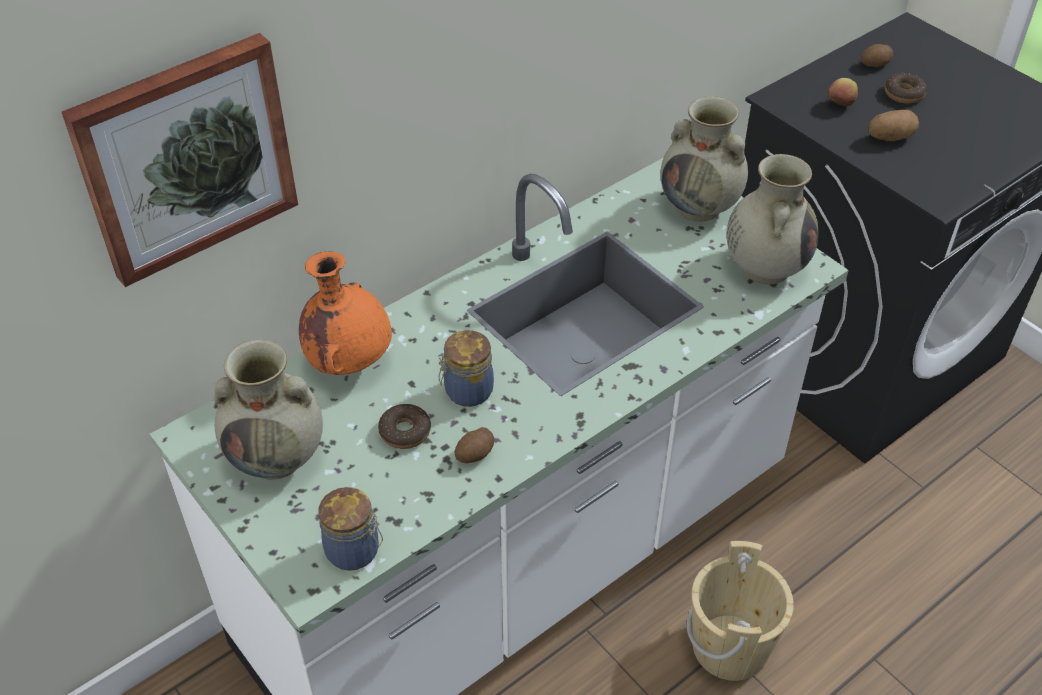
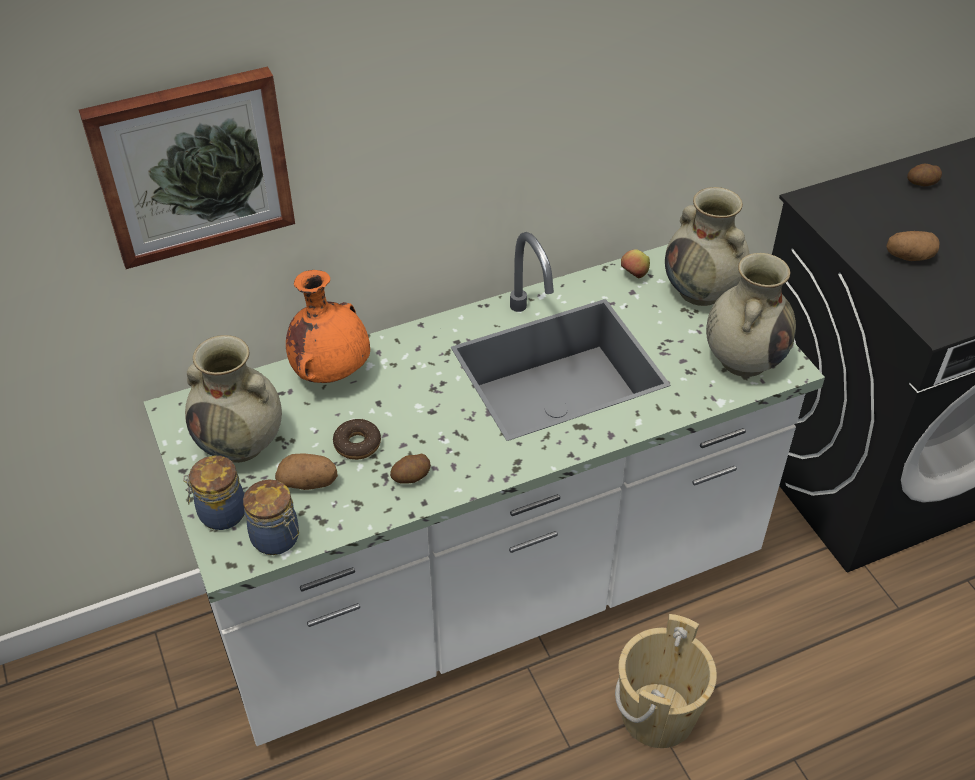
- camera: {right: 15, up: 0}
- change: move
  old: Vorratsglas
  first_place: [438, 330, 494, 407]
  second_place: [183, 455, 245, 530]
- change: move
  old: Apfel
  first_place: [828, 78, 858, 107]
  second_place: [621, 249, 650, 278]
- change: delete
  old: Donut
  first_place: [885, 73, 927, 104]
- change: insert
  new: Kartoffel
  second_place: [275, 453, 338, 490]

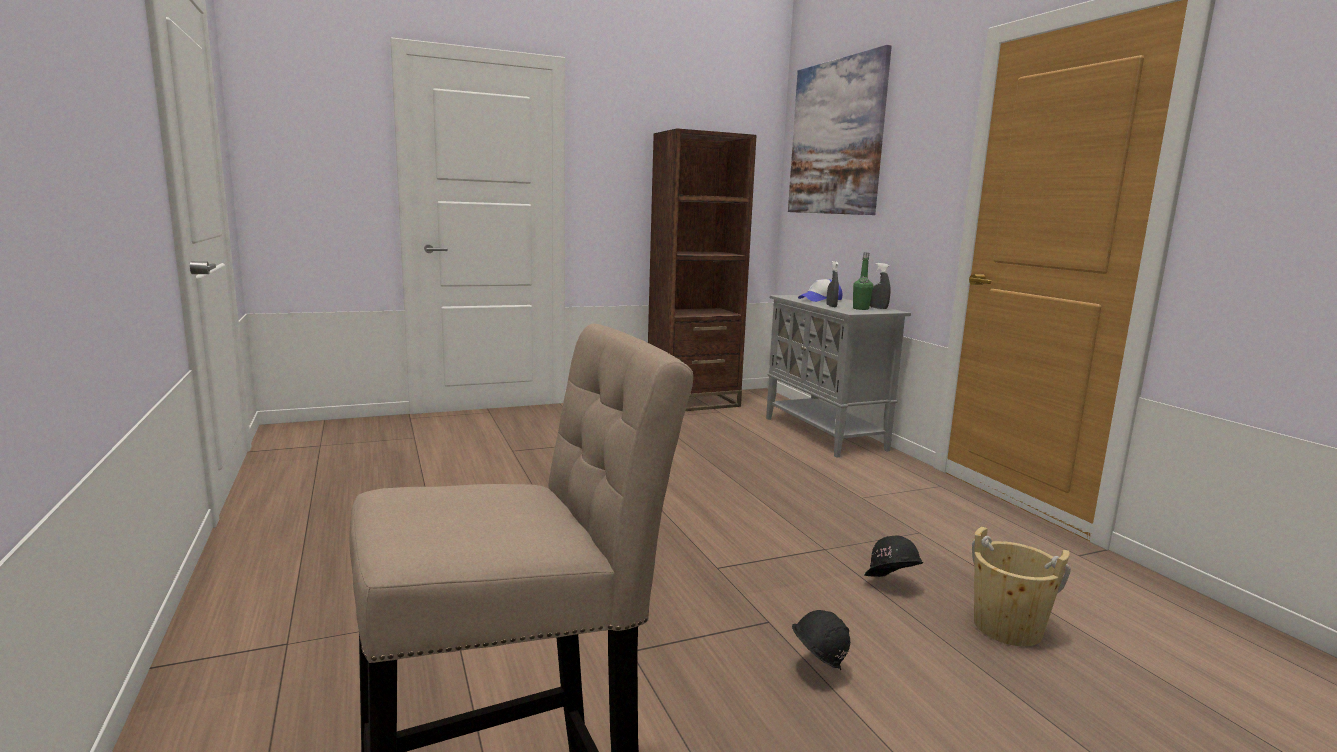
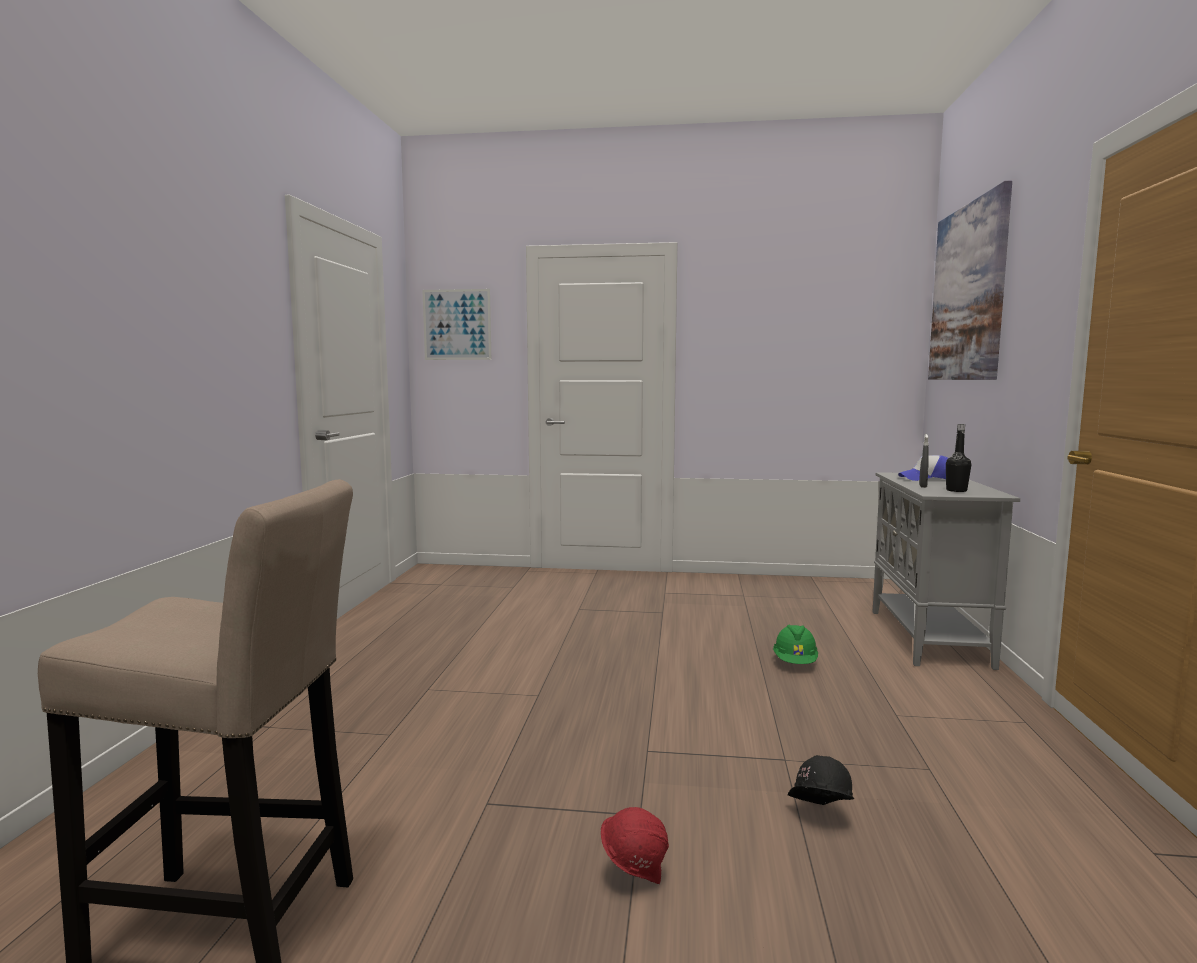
- camera: {right: 30, up: -5}
- change: delete
  old: Bücherregal [braun]
  first_place: [648, 128, 757, 411]
- change: recolor
  old: Schutzhelm [schwarz]
  new: Schutzhelm [rot]
  first_place: [792, 610, 850, 670]
  second_place: [601, 807, 669, 884]
- change: recolor
  old: Flasche [grün]
  new: Flasche [schwarz]
  first_place: [853, 253, 873, 310]
  second_place: [946, 424, 971, 492]
- change: delete
  old: Sprühflasche [grau]
  first_place: [870, 263, 891, 309]
- change: delete
  old: Eimer [beige]
  first_place: [972, 526, 1071, 646]
- change: insert
  new: Bild
  second_place: [422, 289, 491, 360]
- change: insert
  new: Schutzhelm [grün]
  second_place: [773, 625, 818, 664]

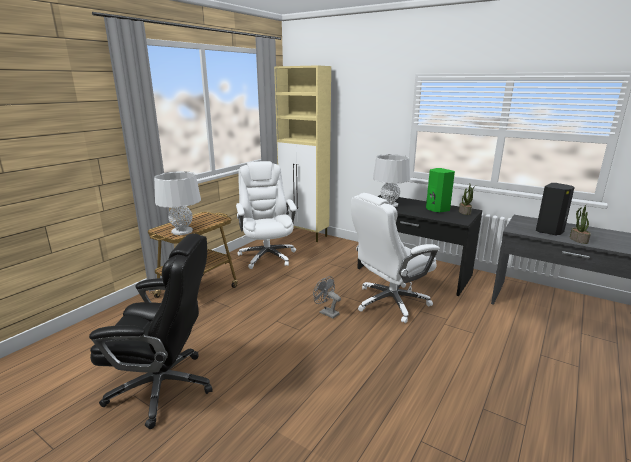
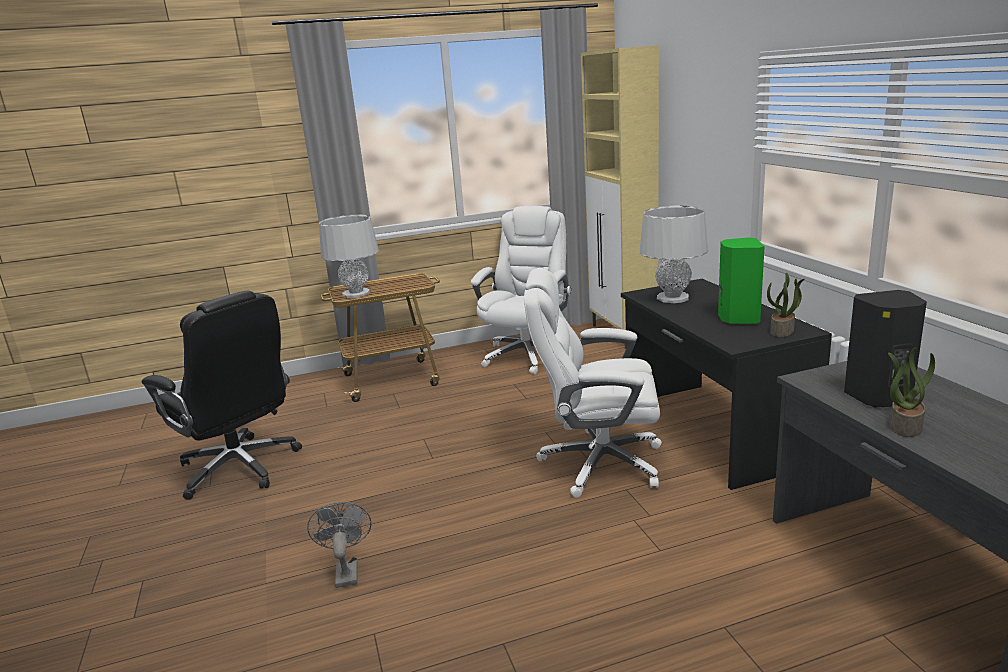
- camera: {right: 40, up: 0}
- change: move
  old: Ventilator [grau]
  first_place: [313, 276, 341, 319]
  second_place: [307, 502, 371, 588]

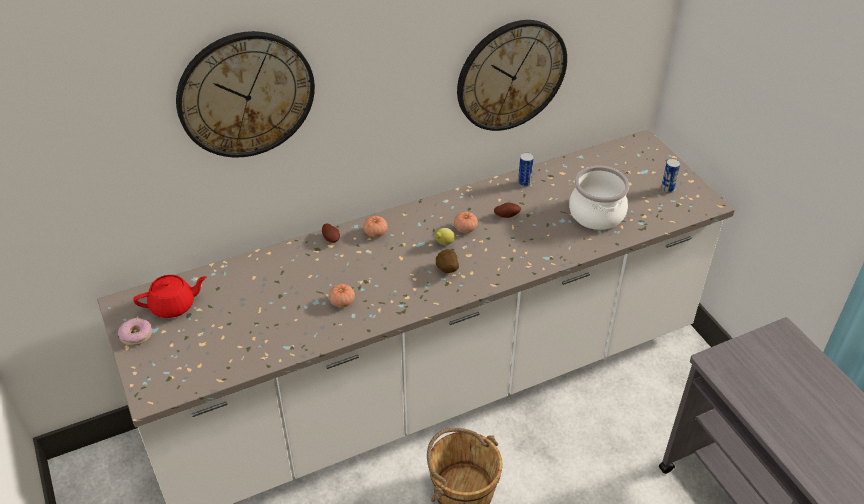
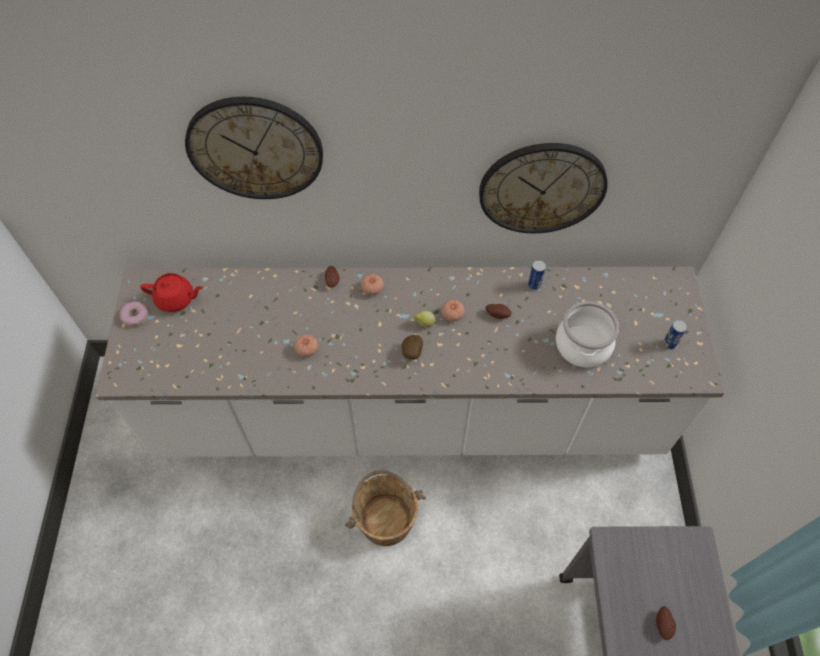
- camera: {right: 25, up: 15}
- change: insert
  new: Kartoffel
  second_place: [656, 606, 676, 640]

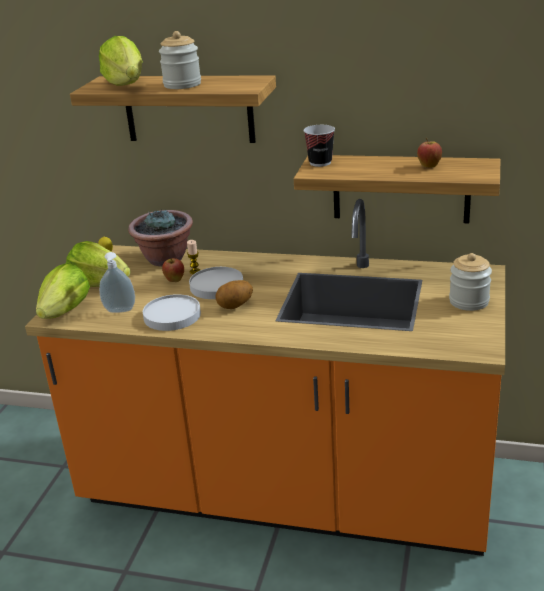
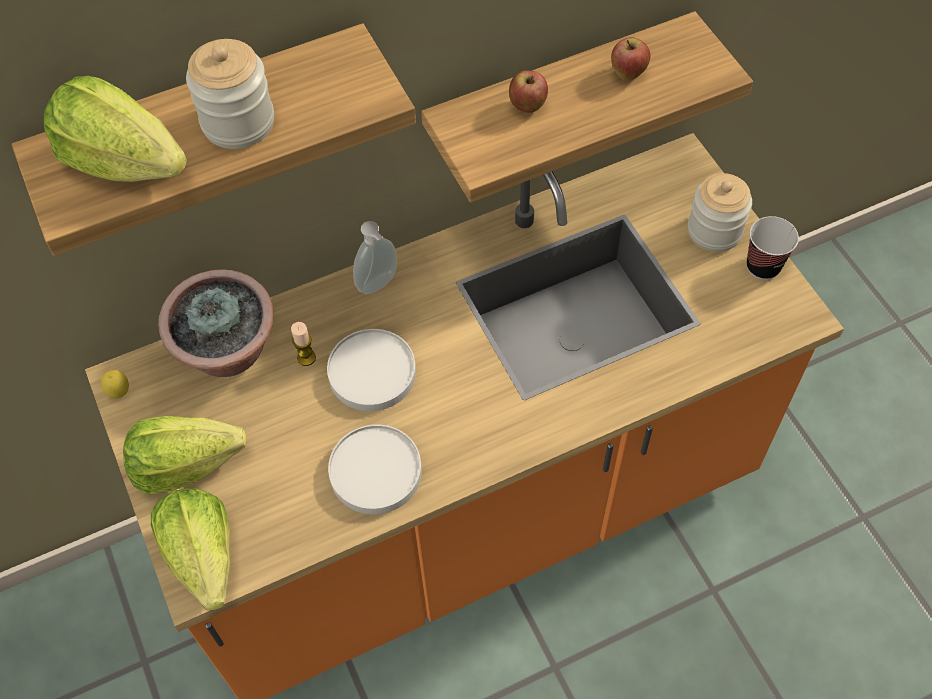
- camera: {right: -40, up: 30}
- change: move
  old: Seifenspender
  first_place: [99, 252, 135, 313]
  second_place: [353, 221, 397, 294]
- change: move
  old: Apfel
  first_place: [162, 258, 184, 282]
  second_place: [509, 71, 548, 113]
- change: delete
  old: Kartoffel
  first_place: [216, 280, 253, 309]
- change: move
  old: Tasse
  first_place: [303, 125, 335, 167]
  second_place: [747, 216, 799, 280]

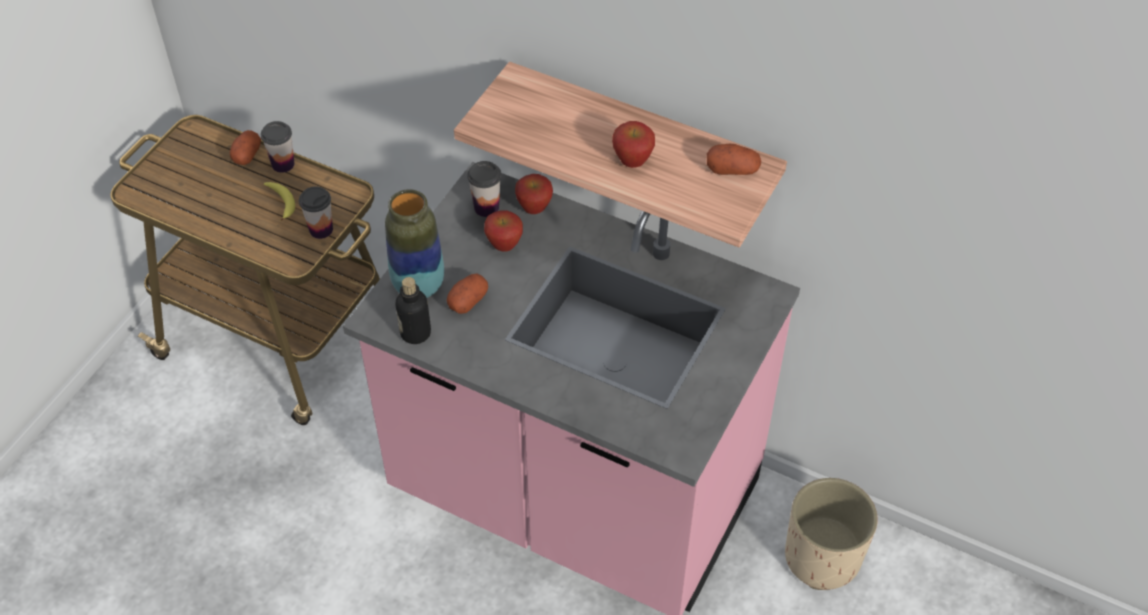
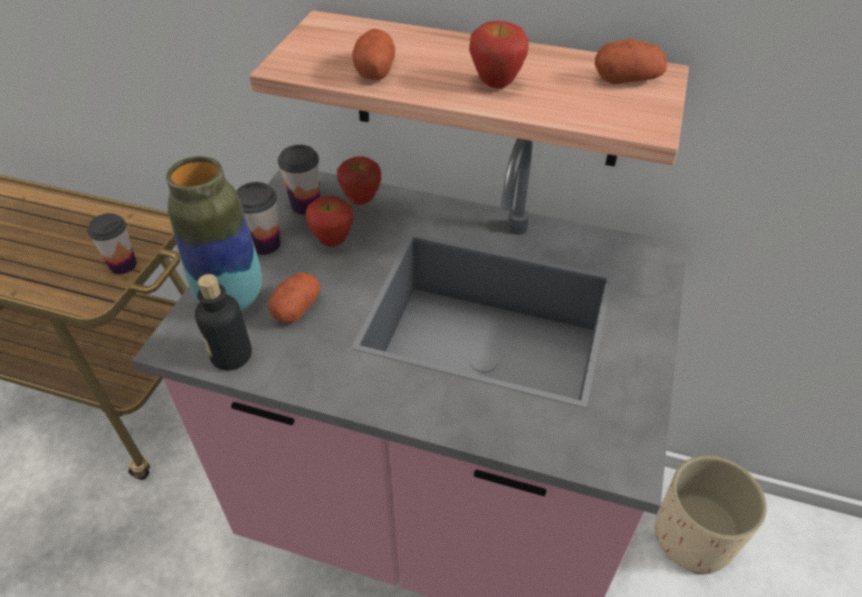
- camera: {right: -10, up: -5}
- change: move
  old: Kartoffel
  first_place: [230, 130, 261, 165]
  second_place: [353, 29, 395, 80]
- change: move
  old: Tasse
  first_place: [261, 121, 295, 173]
  second_place: [236, 182, 281, 255]
- change: delete
  old: Banane
  first_place: [264, 182, 295, 221]

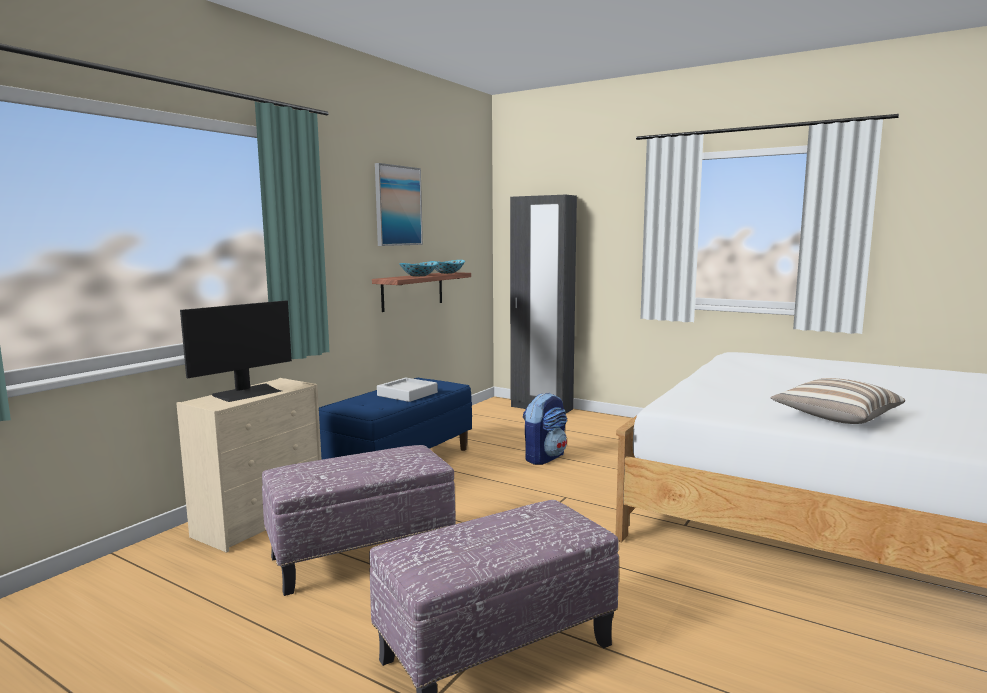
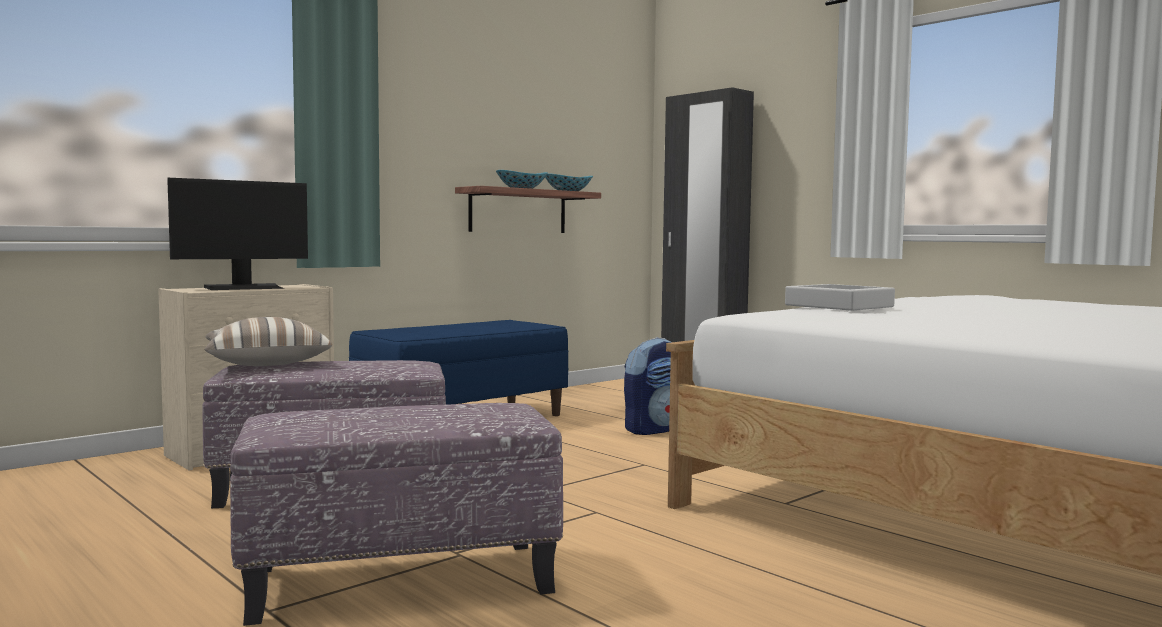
- camera: {right: 15, up: -5}
- change: delete
  old: Bild
  first_place: [375, 163, 423, 246]
- change: move
  old: Tablett [grau]
  first_place: [377, 378, 438, 402]
  second_place: [785, 284, 895, 311]
- change: move
  old: Kissen
  first_place: [770, 378, 905, 424]
  second_place: [205, 317, 332, 366]

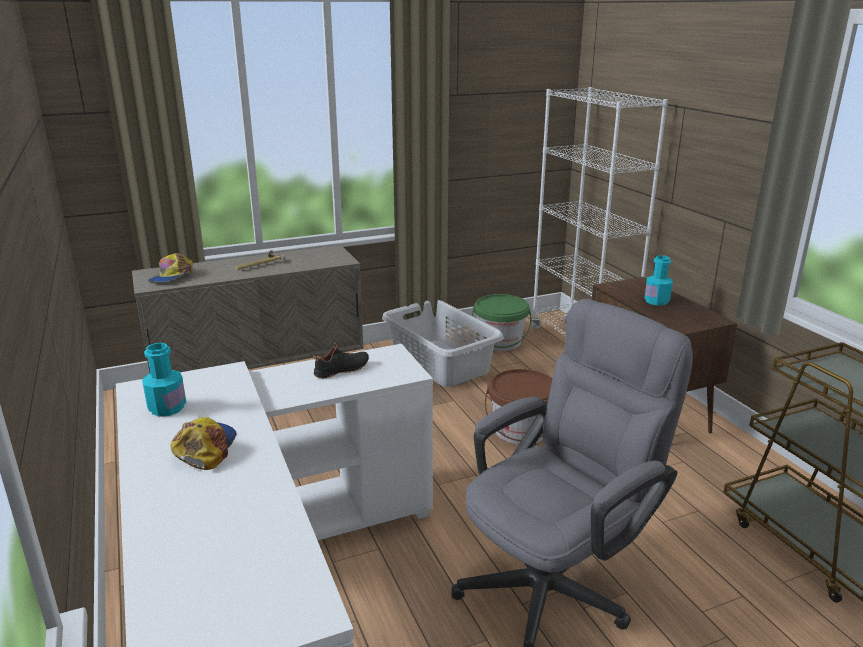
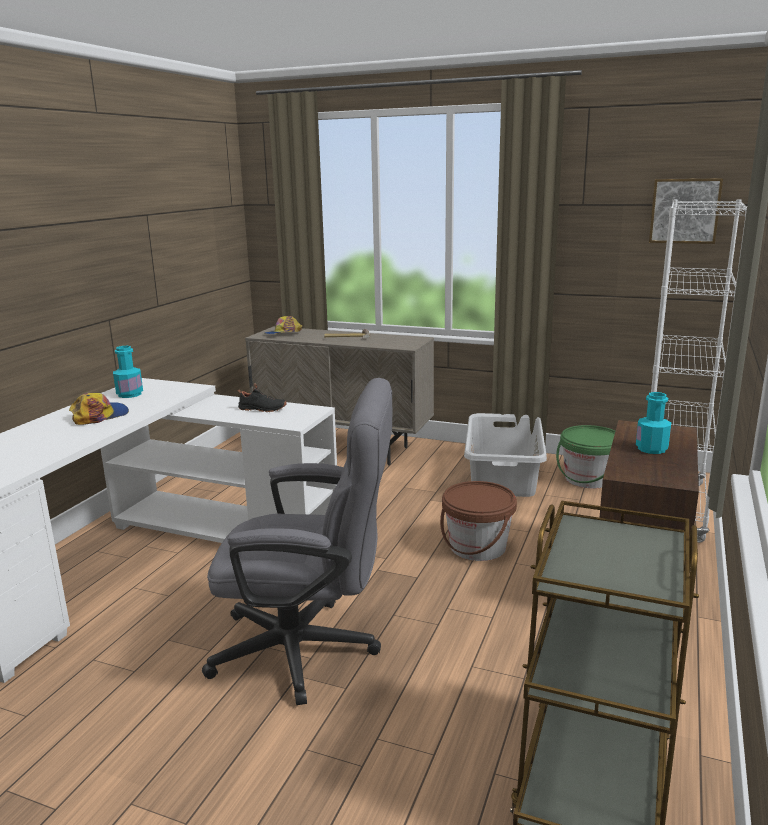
- camera: {right: 45, up: -5}
- change: insert
  new: Bild
  second_place: [649, 178, 723, 244]

